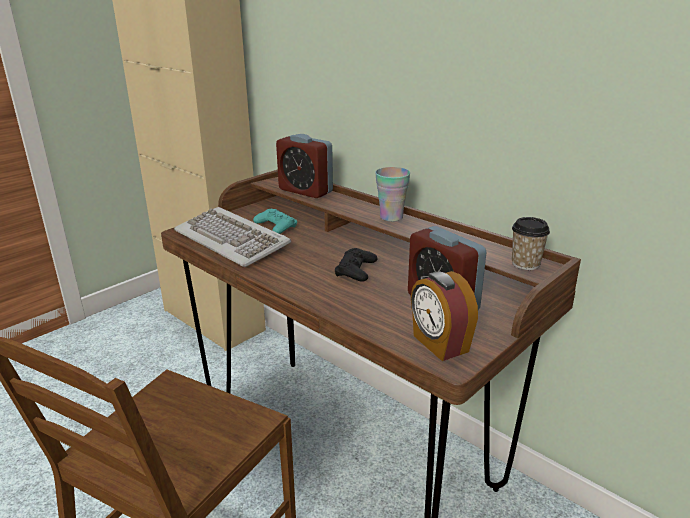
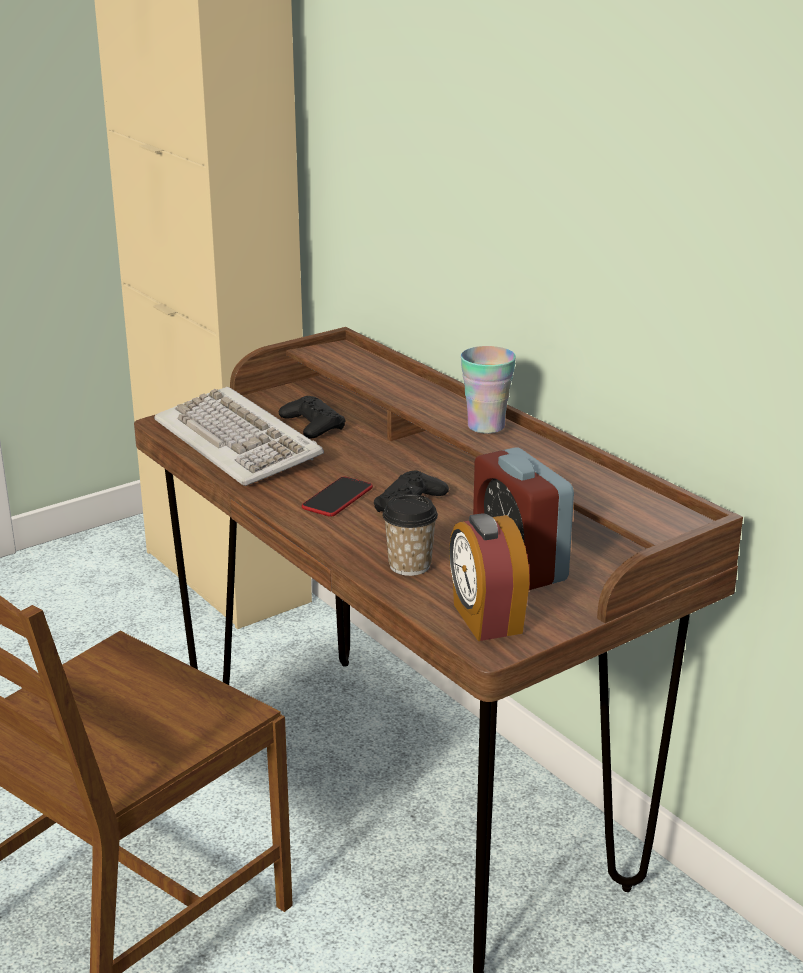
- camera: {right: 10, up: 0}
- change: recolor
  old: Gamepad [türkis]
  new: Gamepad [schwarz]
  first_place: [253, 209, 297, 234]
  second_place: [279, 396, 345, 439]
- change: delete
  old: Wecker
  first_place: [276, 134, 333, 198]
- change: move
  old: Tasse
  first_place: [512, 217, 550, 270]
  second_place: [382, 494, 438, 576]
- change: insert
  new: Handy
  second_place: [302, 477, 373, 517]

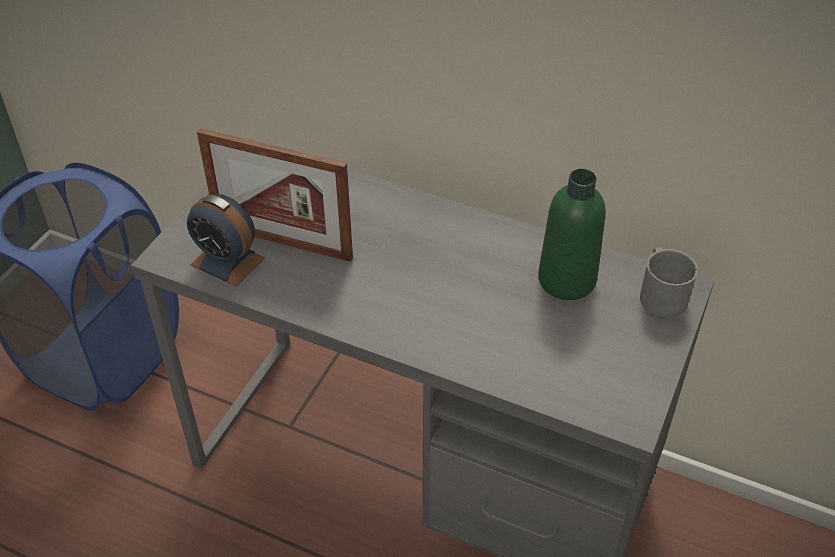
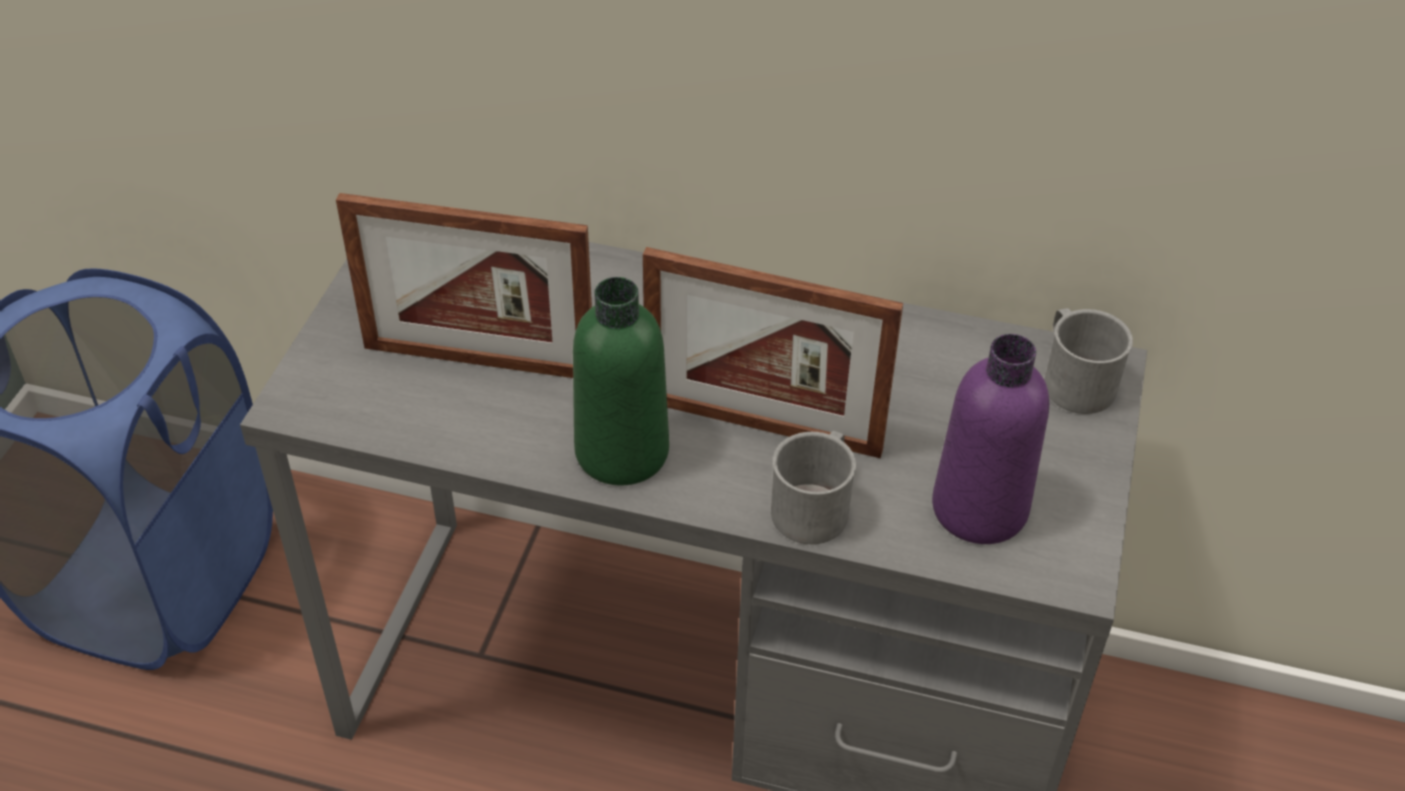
- camera: {right: -10, up: 0}
- change: delete
  old: Wecker
  first_place: [187, 194, 265, 287]
- change: move
  old: Flasche [grün]
  first_place: [538, 169, 606, 300]
  second_place: [573, 277, 669, 486]
- change: insert
  new: Bilderrahmen
  second_place: [643, 247, 903, 458]
- change: insert
  new: Henkelbecher [grau]
  second_place: [771, 431, 856, 544]
- change: insert
  new: Flasche [lila]
  second_place: [932, 334, 1049, 544]

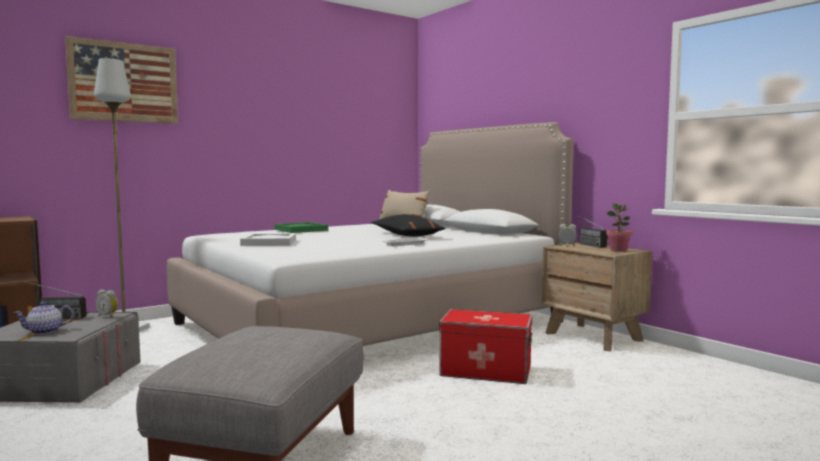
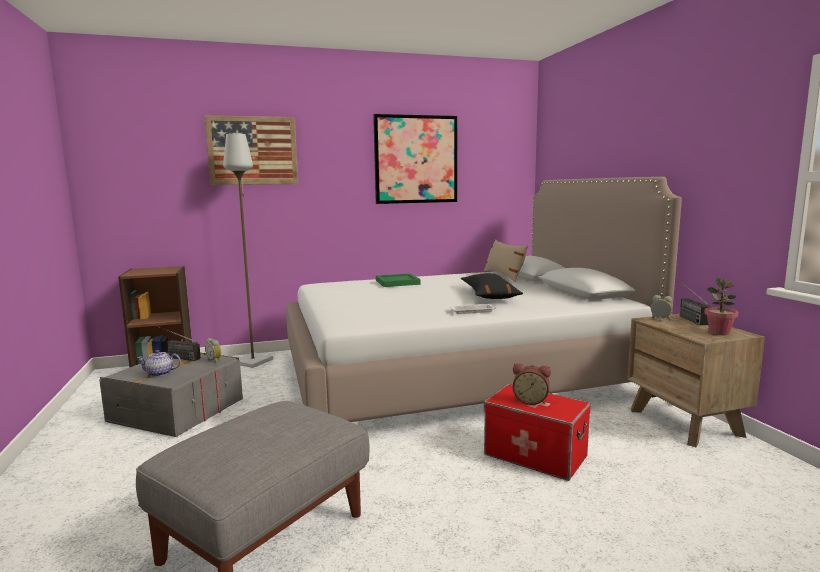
- camera: {right: 20, up: 5}
- change: delete
  old: Tablett [weiß]
  first_place: [240, 233, 296, 246]
- change: insert
  new: Bild
  second_place: [373, 114, 457, 204]
- change: insert
  new: Wecker
  second_place: [513, 363, 551, 405]

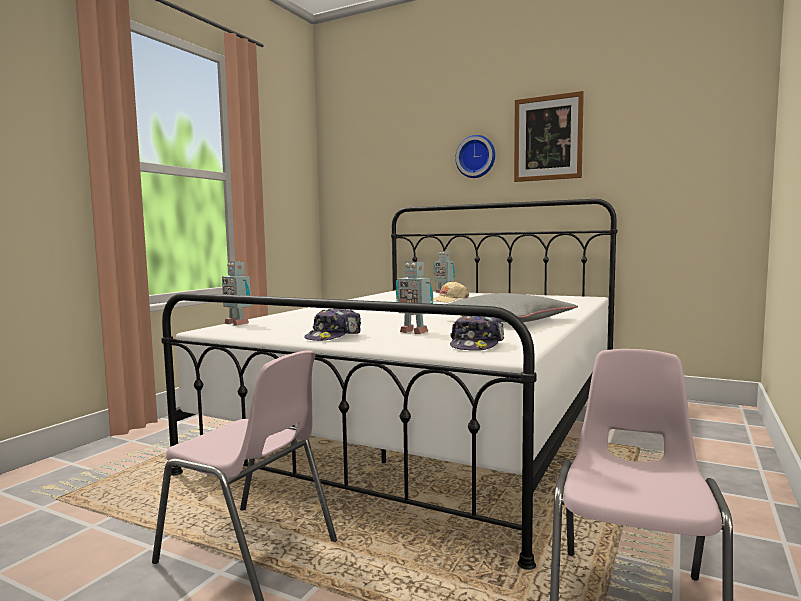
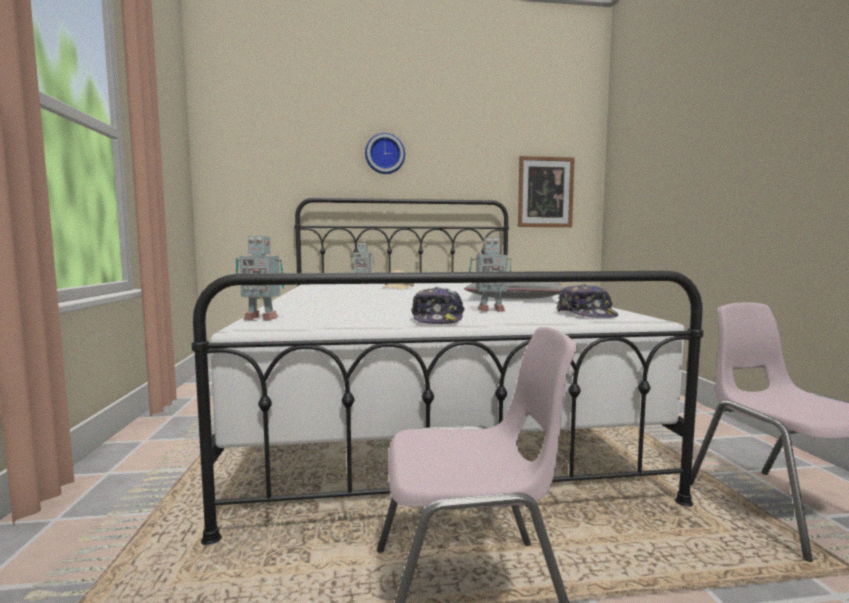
- camera: {right: -35, up: 0}
- change: move
  old: Bild
  first_place: [514, 91, 584, 182]
  second_place: [518, 156, 575, 227]

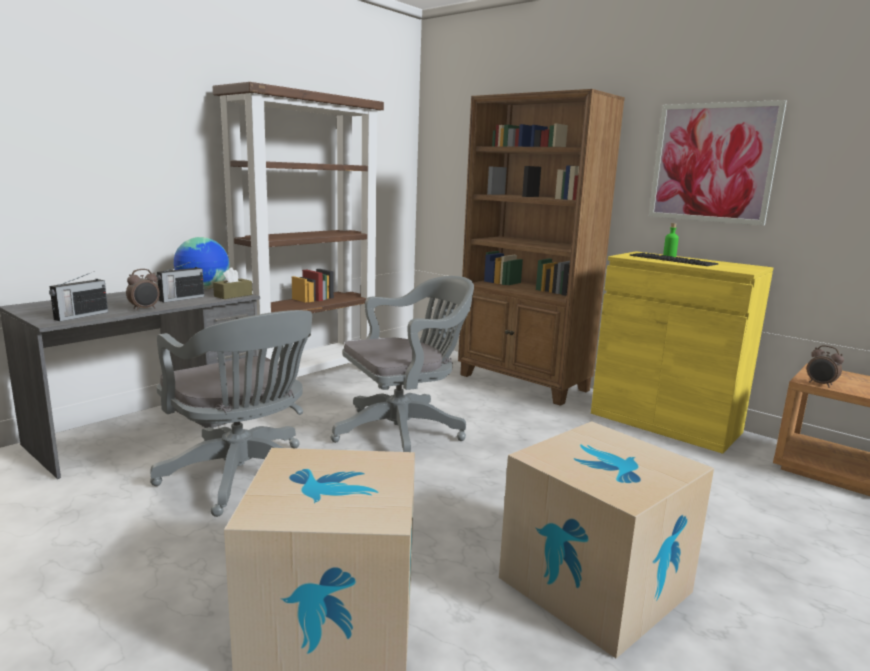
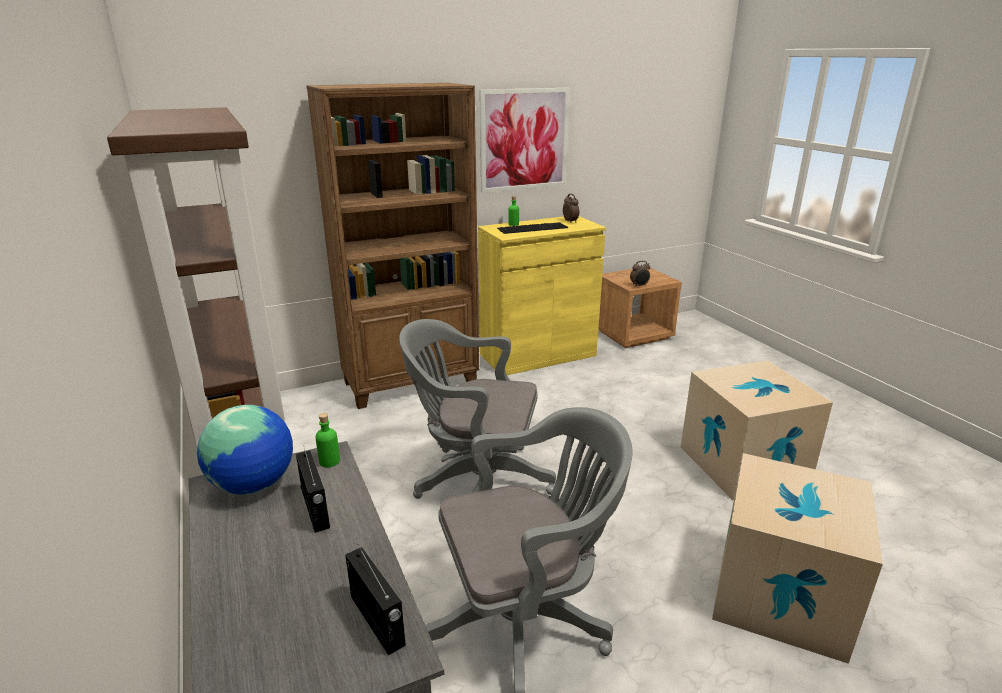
- camera: {right: -65, up: 10}
- change: move
  old: Wecker
  first_place: [126, 269, 160, 311]
  second_place: [563, 194, 579, 222]
- change: replace
  old: Taschentuchbox [braun]
  new: Flasche [grün]
  first_place: [213, 267, 252, 299]
  second_place: [315, 413, 340, 467]
- change: rotate
  old: Bürostuhl [grau]
  first_place: [331, 276, 474, 452]
  second_place: [399, 319, 556, 499]
  degrees: -75

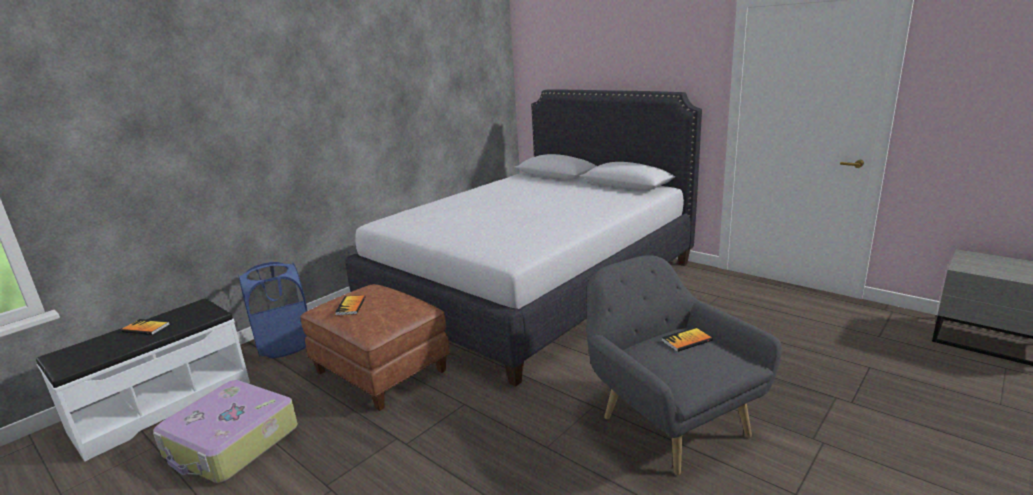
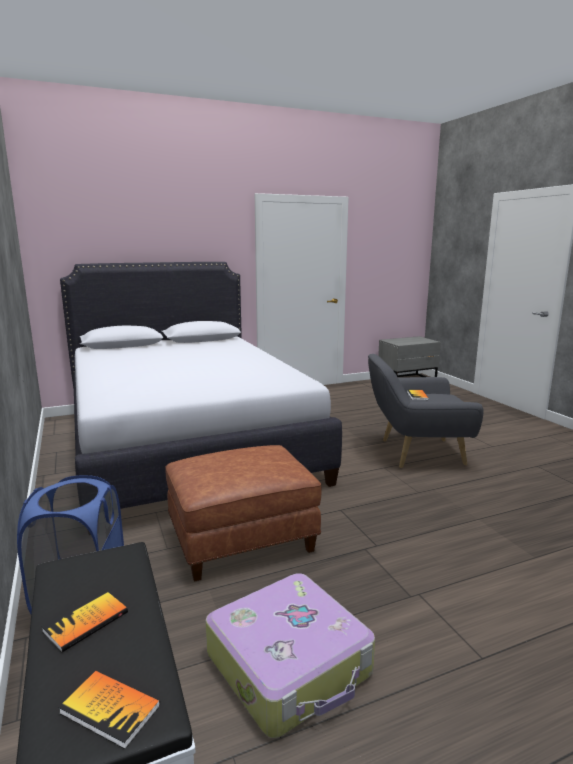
- camera: {right: -65, up: -5}
- change: move
  old: Buch
  first_place: [335, 295, 366, 315]
  second_place: [58, 671, 160, 749]

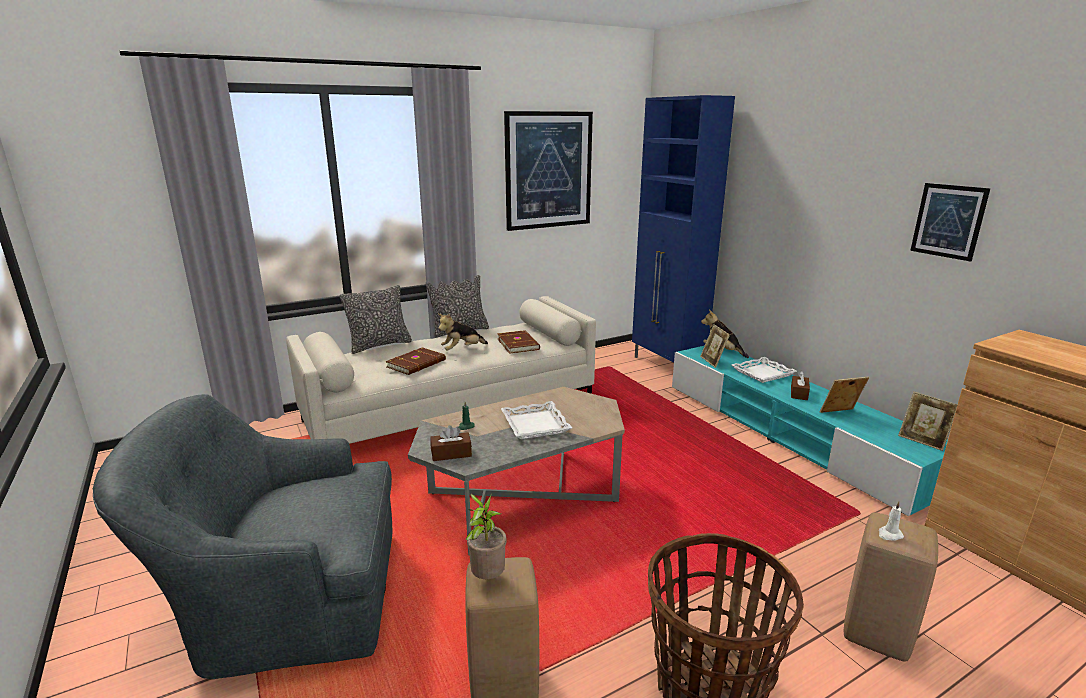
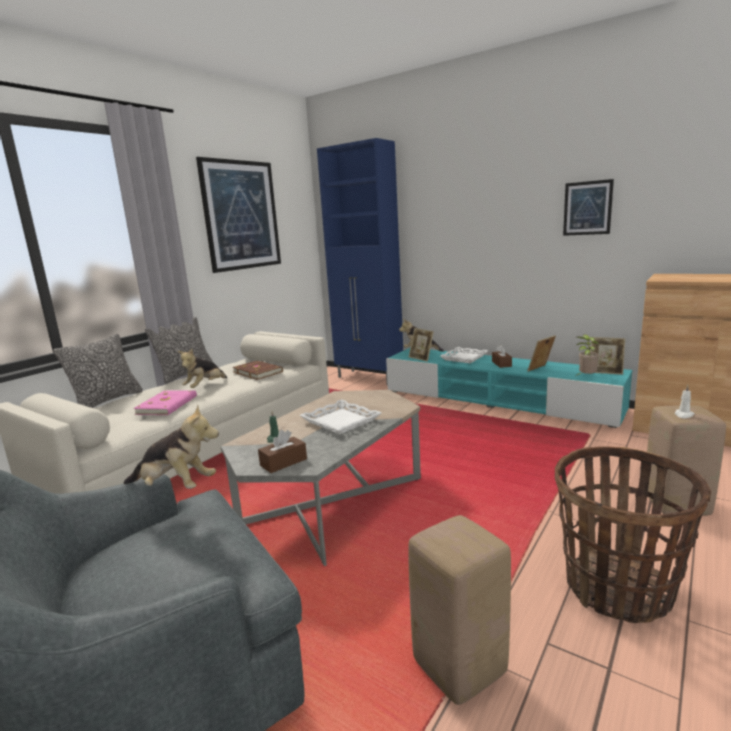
- camera: {right: -25, up: -5}
- change: recolor
  old: Buch [braun]
  new: Buch [rosa]
  first_place: [386, 347, 446, 375]
  second_place: [133, 390, 197, 415]
- change: move
  old: Topfpflanze
  first_place: [466, 494, 507, 579]
  second_place: [576, 335, 599, 376]
- change: insert
  new: Plüschtier
  second_place: [124, 404, 219, 489]

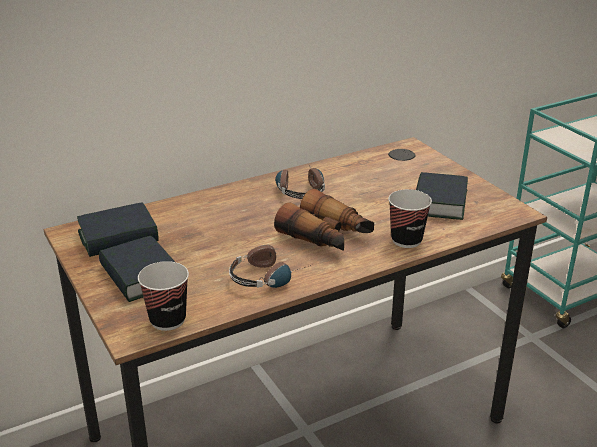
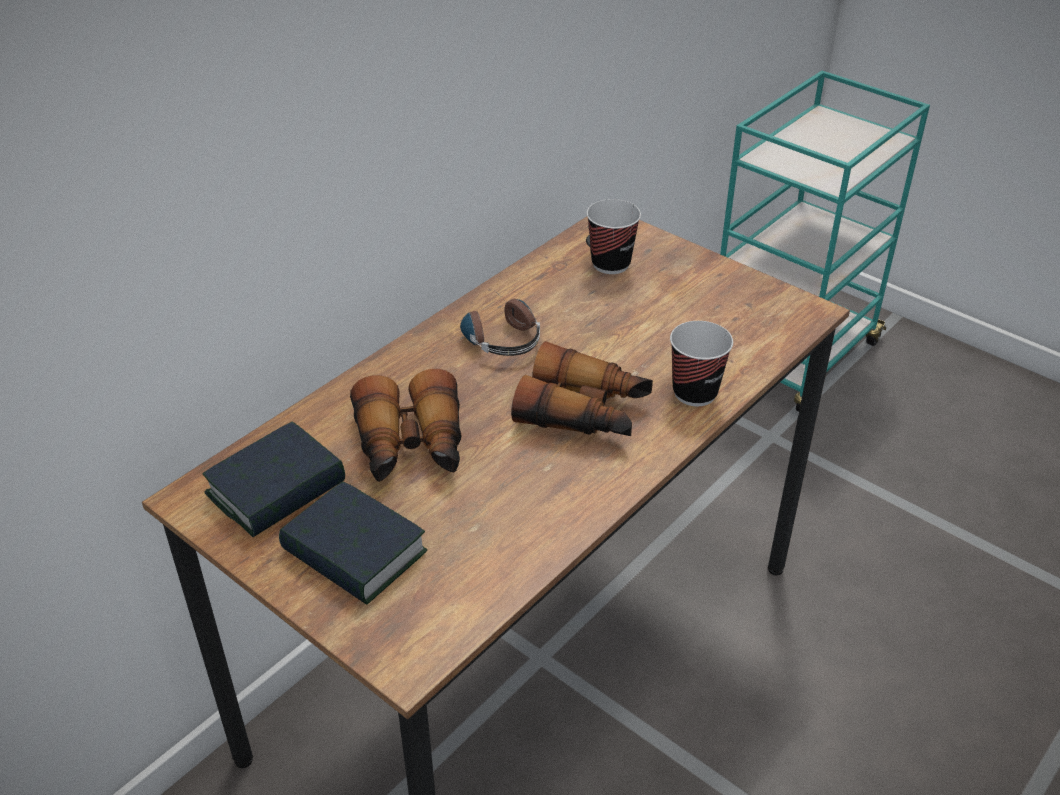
- camera: {right: -20, up: 10}
- change: move
  old: Tasse
  first_place: [138, 261, 189, 331]
  second_place: [587, 199, 641, 274]
- change: delete
  old: Kopfhörer
  first_place: [229, 245, 311, 288]
- change: delete
  old: Buch
  first_place: [416, 172, 468, 220]
- change: insert
  new: Fernglas
  second_place: [350, 369, 462, 482]

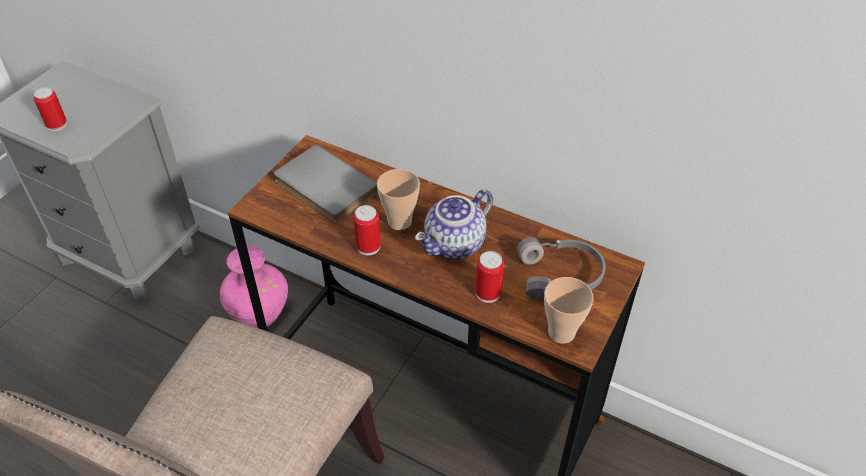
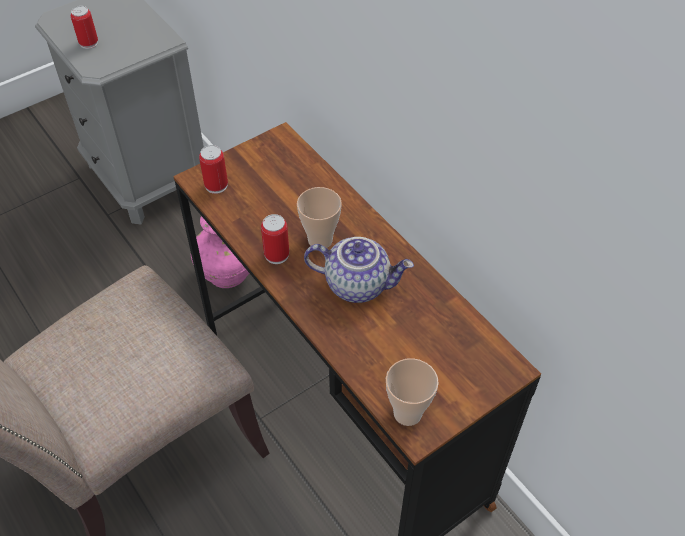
- camera: {right: 25, up: 5}
- change: delete
  old: Buch [grau]
  first_place: [274, 144, 378, 223]
- change: rotate
  old: Teekanne
  first_place: [415, 189, 493, 259]
  second_place: [304, 237, 414, 303]
  degrees: -150
- change: move
  old: Dose
  first_place: [475, 251, 504, 303]
  second_place: [199, 145, 228, 194]
- change: delete
  old: Kopfhörer [grau]
  first_place: [516, 237, 606, 299]

